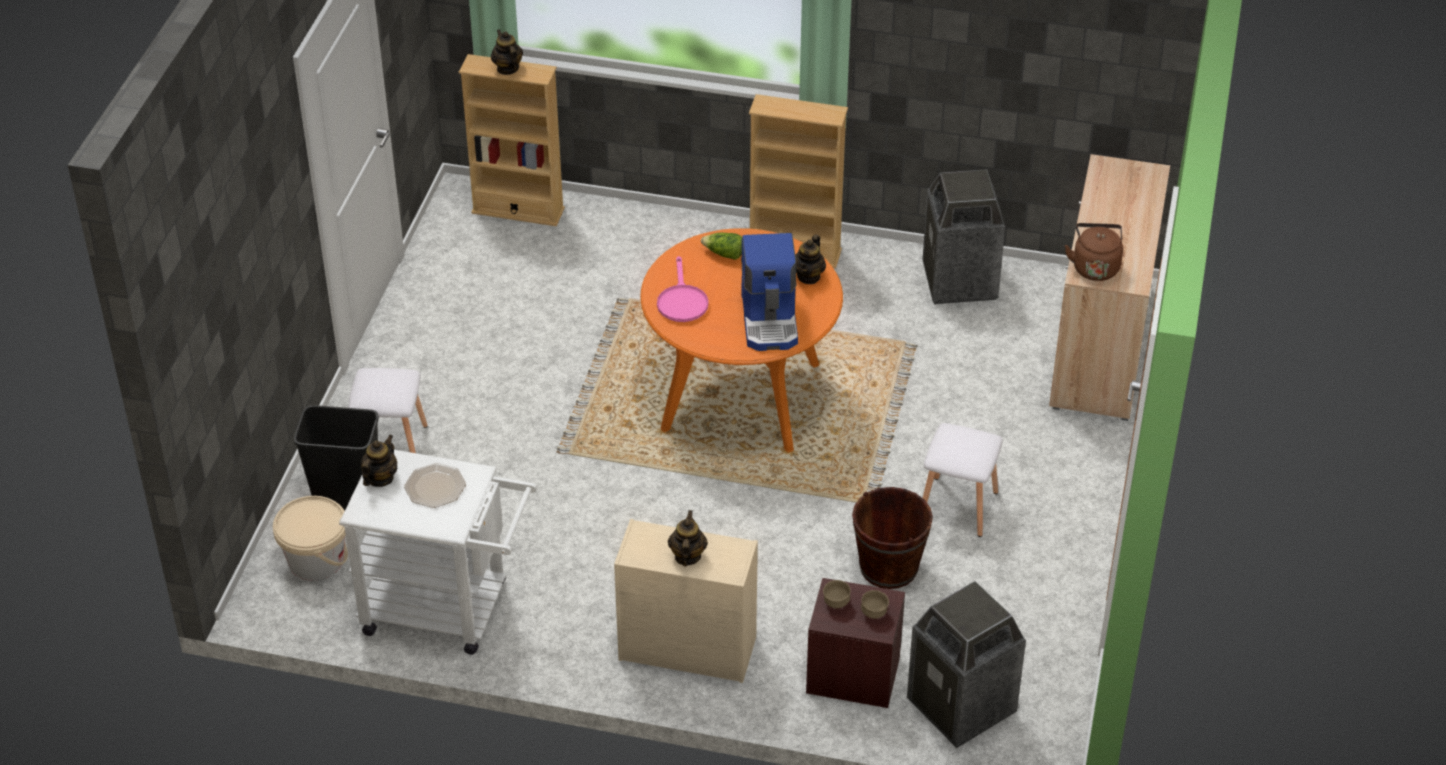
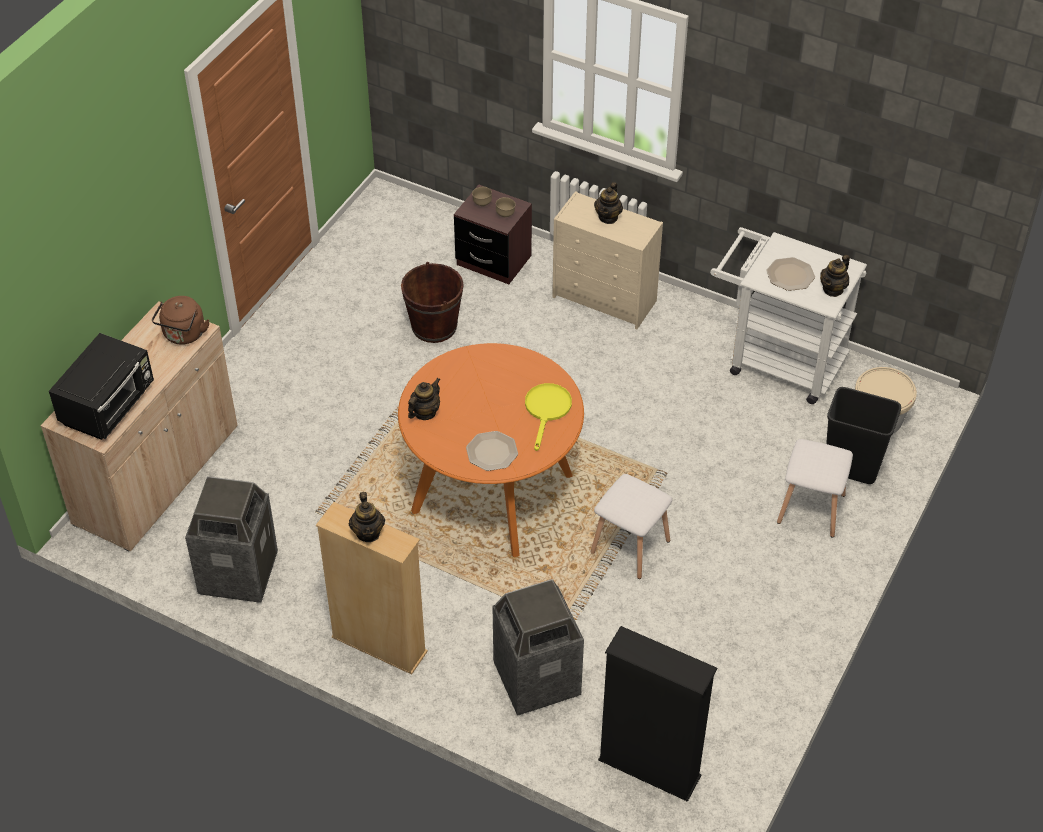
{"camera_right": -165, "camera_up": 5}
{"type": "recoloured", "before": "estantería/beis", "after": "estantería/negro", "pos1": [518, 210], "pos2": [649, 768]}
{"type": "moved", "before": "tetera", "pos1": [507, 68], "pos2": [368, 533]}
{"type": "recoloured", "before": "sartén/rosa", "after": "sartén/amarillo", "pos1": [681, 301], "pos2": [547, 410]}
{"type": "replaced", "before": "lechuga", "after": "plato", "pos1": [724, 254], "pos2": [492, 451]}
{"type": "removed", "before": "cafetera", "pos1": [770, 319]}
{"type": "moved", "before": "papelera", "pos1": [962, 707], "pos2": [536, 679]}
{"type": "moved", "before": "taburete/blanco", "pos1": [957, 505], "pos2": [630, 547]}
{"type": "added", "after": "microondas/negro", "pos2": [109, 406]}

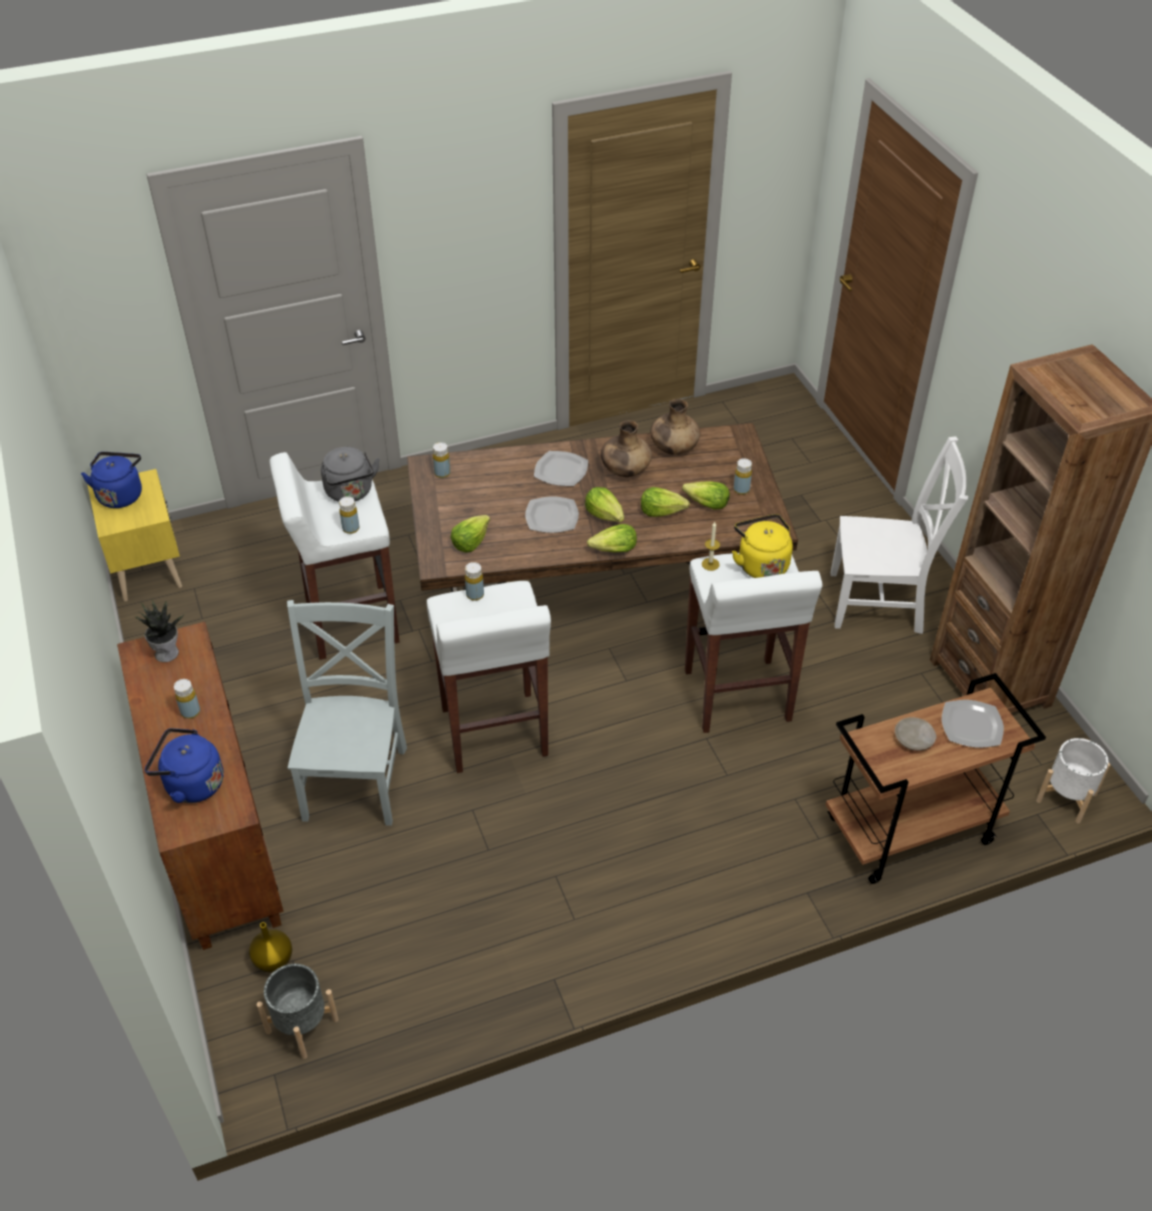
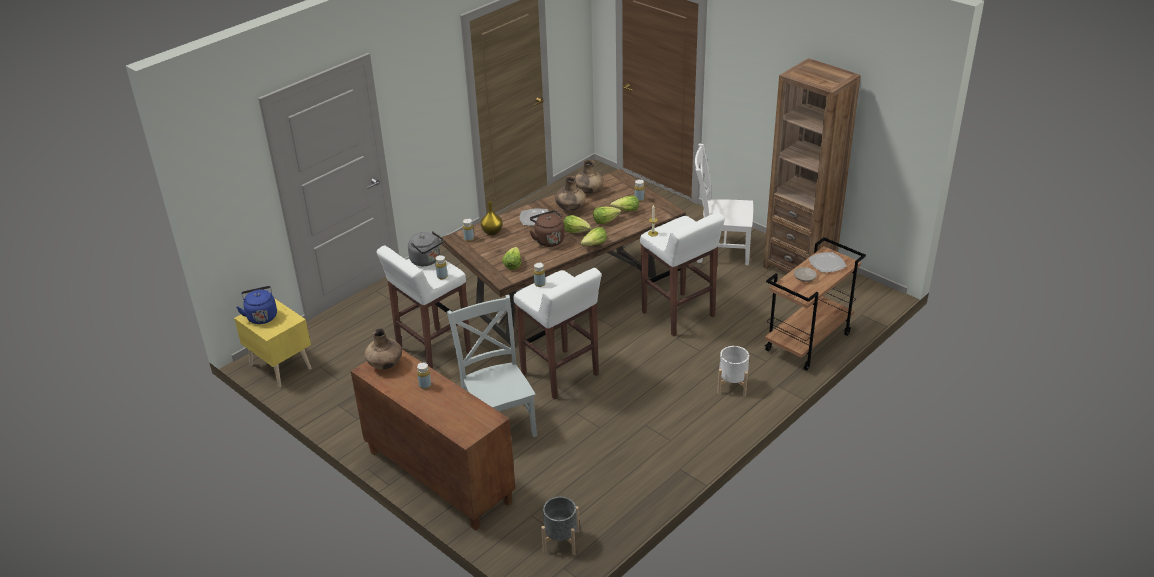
{"camera_right": -25, "camera_up": -10}
{"type": "replaced", "before": "planta en maceta", "after": "florero/marrón", "pos1": [167, 652], "pos2": [385, 364]}
{"type": "removed", "before": "hervidor/azul", "pos1": [191, 784]}
{"type": "moved", "before": "florero/amarillo", "pos1": [273, 961], "pos2": [492, 232]}
{"type": "replaced", "before": "plato", "after": "hervidor/marrón", "pos1": [552, 516], "pos2": [548, 240]}
{"type": "removed", "before": "hervidor/amarillo", "pos1": [761, 564]}
{"type": "turned", "before": "silla/blanco", "pos1": [881, 603], "pos2": [720, 250], "turn": -150}
{"type": "moved", "before": "maceta/blanco", "pos1": [1066, 797], "pos2": [732, 385]}

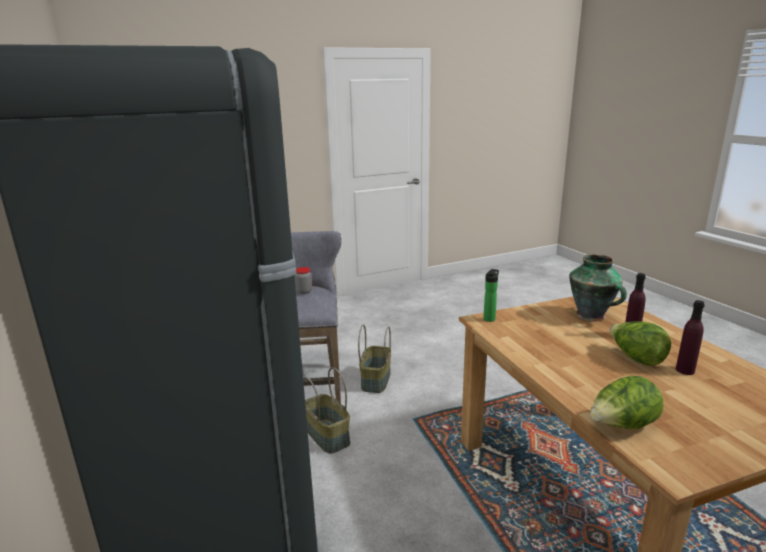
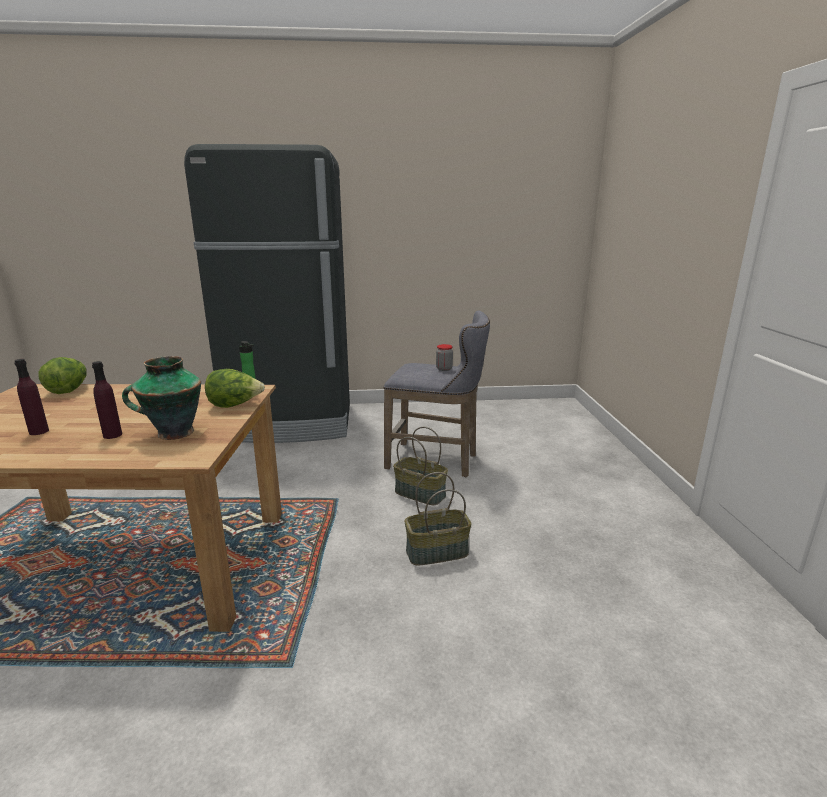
{"camera_right": 110, "camera_up": 0}
{"type": "moved", "before": "cesta", "pos1": [328, 436], "pos2": [437, 553]}
{"type": "moved", "before": "lechuga", "pos1": [636, 358], "pos2": [235, 405]}

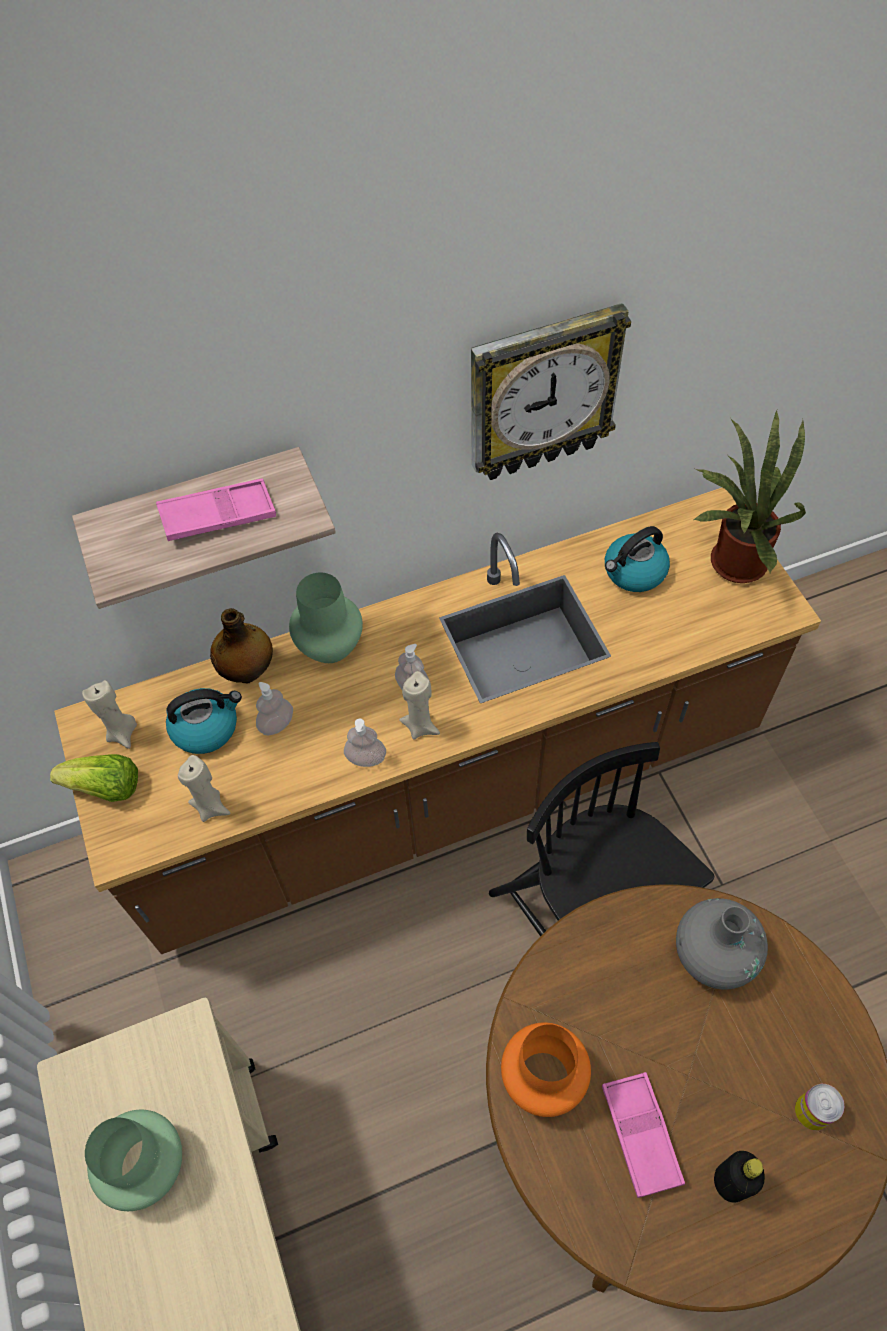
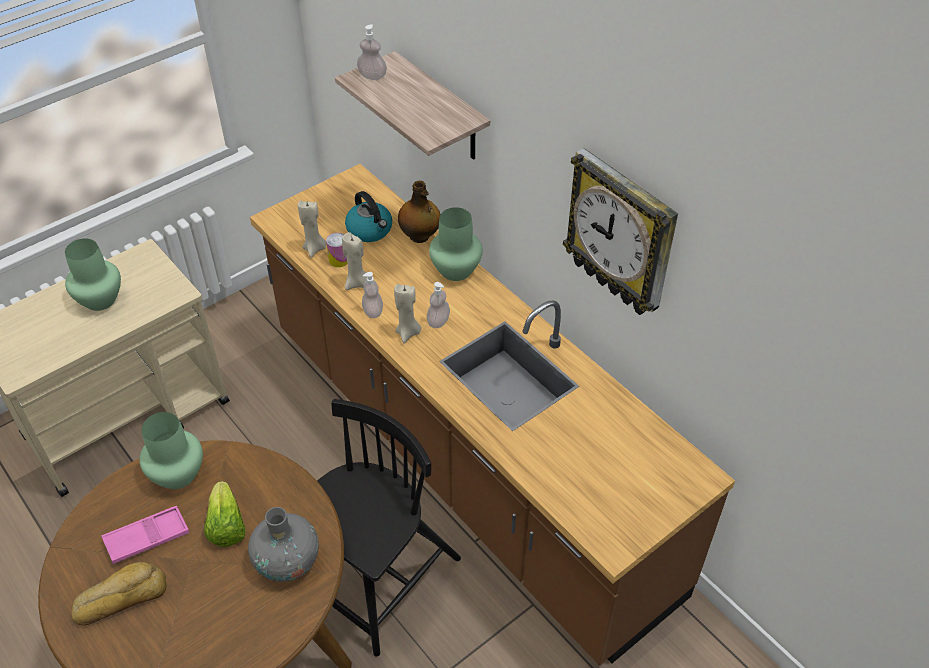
{"camera_right": 70, "camera_up": -10}
{"type": "moved", "before": "lechuga", "pos1": [105, 787], "pos2": [226, 525]}
{"type": "moved", "before": "vela/beis", "pos1": [123, 733], "pos2": [357, 283]}
{"type": "removed", "before": "bandeja/rosa", "pos1": [218, 516]}
{"type": "moved", "before": "dispensador de jabón", "pos1": [277, 724], "pos2": [372, 76]}
{"type": "recoloured", "before": "florero/naranja", "after": "florero/verde", "pos1": [544, 1077], "pos2": [178, 475]}
{"type": "removed", "before": "hervidor", "pos1": [634, 572]}
{"type": "removed", "before": "planta en maceta", "pos1": [731, 561]}
{"type": "replaced", "before": "botella/negro", "after": "pan", "pos1": [729, 1182], "pos2": [120, 597]}
{"type": "moved", "before": "lata", "pos1": [812, 1111], "pos2": [339, 260]}

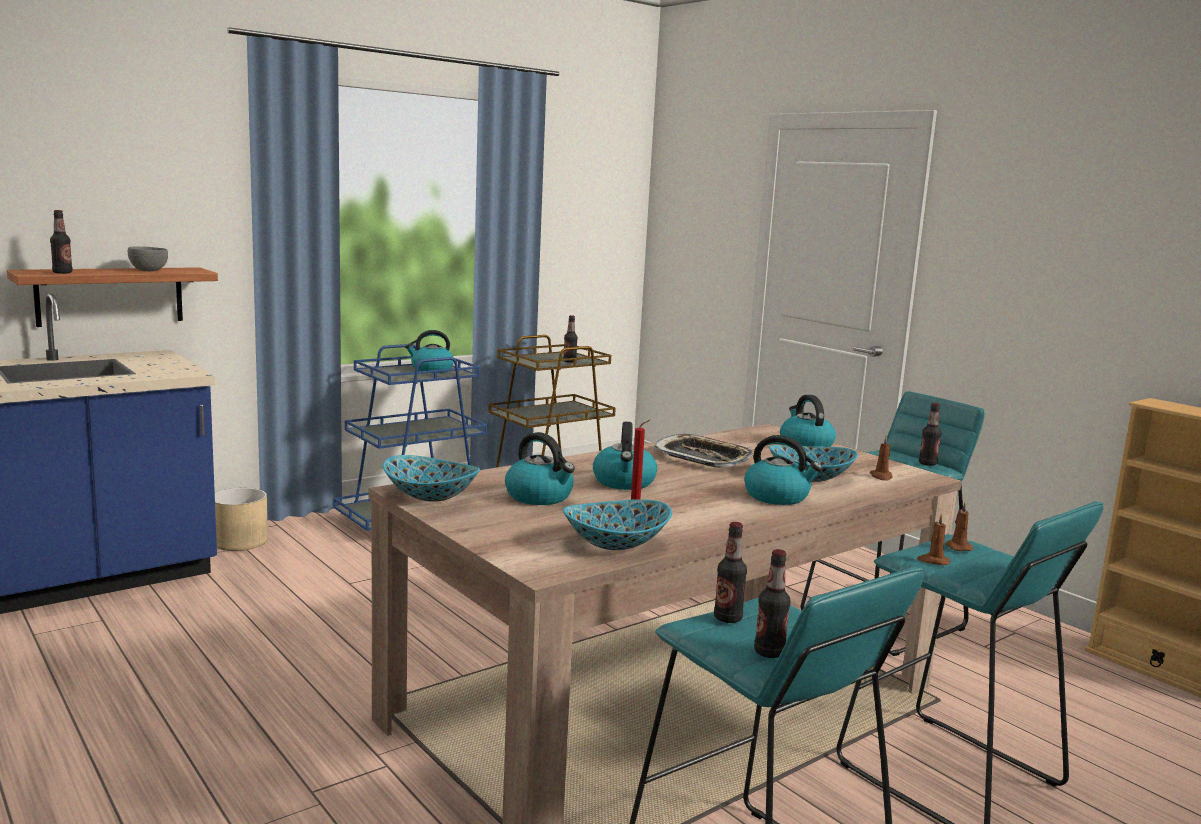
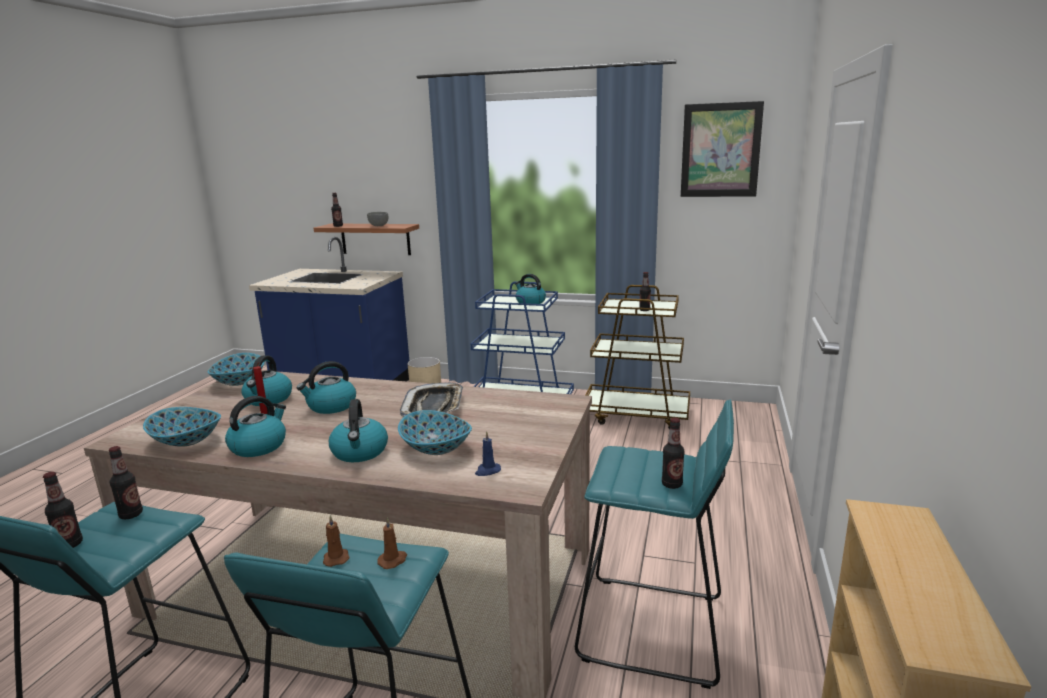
{"camera_right": 55, "camera_up": 5}
{"type": "moved", "before": "hervidor", "pos1": [805, 445], "pos2": [259, 446]}
{"type": "recoloured", "before": "vela/marrón", "after": "vela/azul", "pos1": [881, 477], "pos2": [487, 471]}
{"type": "added", "after": "cuadro", "pos2": [720, 150]}

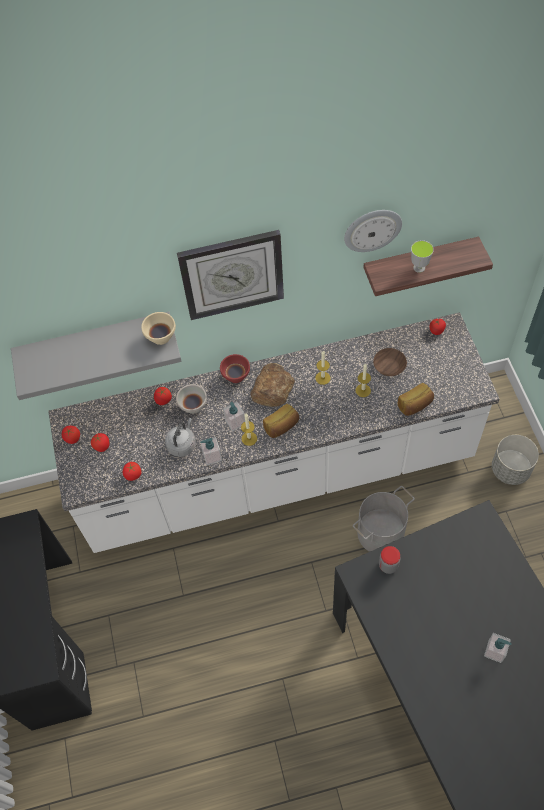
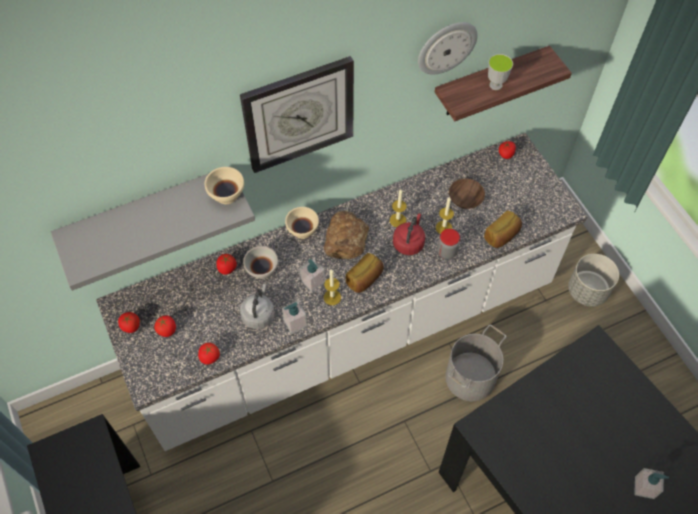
{"camera_right": -15, "camera_up": 0}
{"type": "recoloured", "before": "cuenco/rojo", "after": "cuenco/beis", "pos1": [236, 376], "pos2": [303, 231]}
{"type": "moved", "before": "tarro", "pos1": [388, 565], "pos2": [447, 252]}
{"type": "added", "after": "hervidor/rojo", "pos2": [409, 242]}

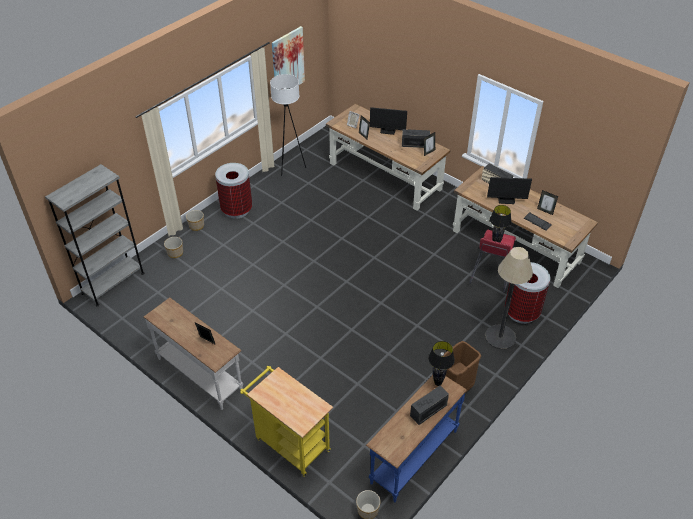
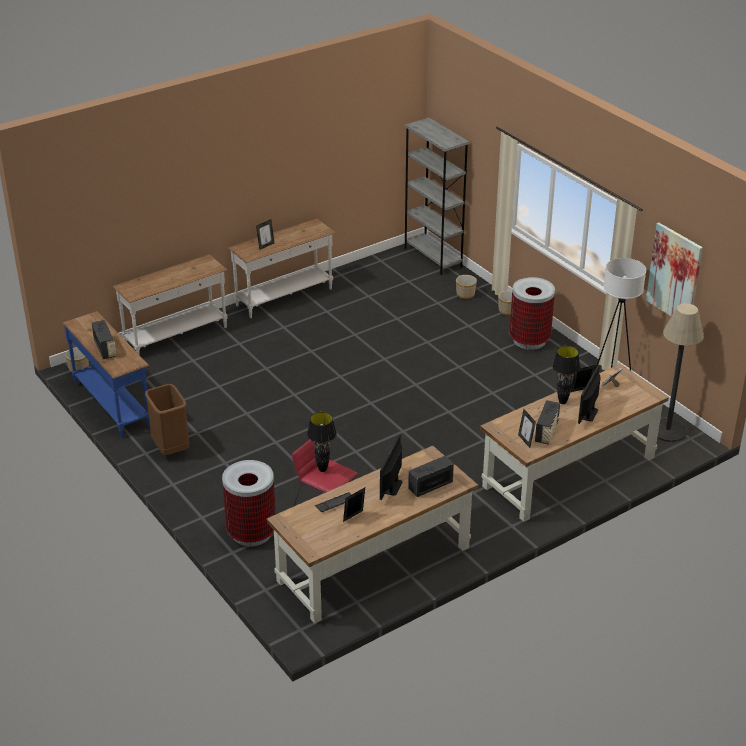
{"camera_right": 105, "camera_up": -10}
{"type": "replaced", "before": "carrito/amarillo", "after": "mesa consola/blanco", "pos1": [289, 442], "pos2": [176, 337]}
{"type": "moved", "before": "lámpara de mesa/negro", "pos1": [438, 383], "pos2": [562, 402]}
{"type": "moved", "before": "lámpara de pie", "pos1": [500, 337], "pos2": [668, 430]}

